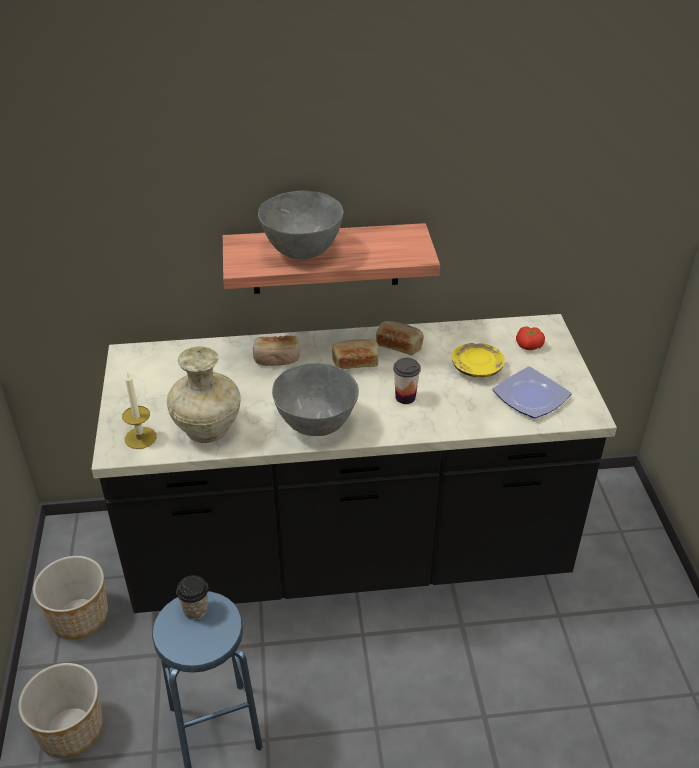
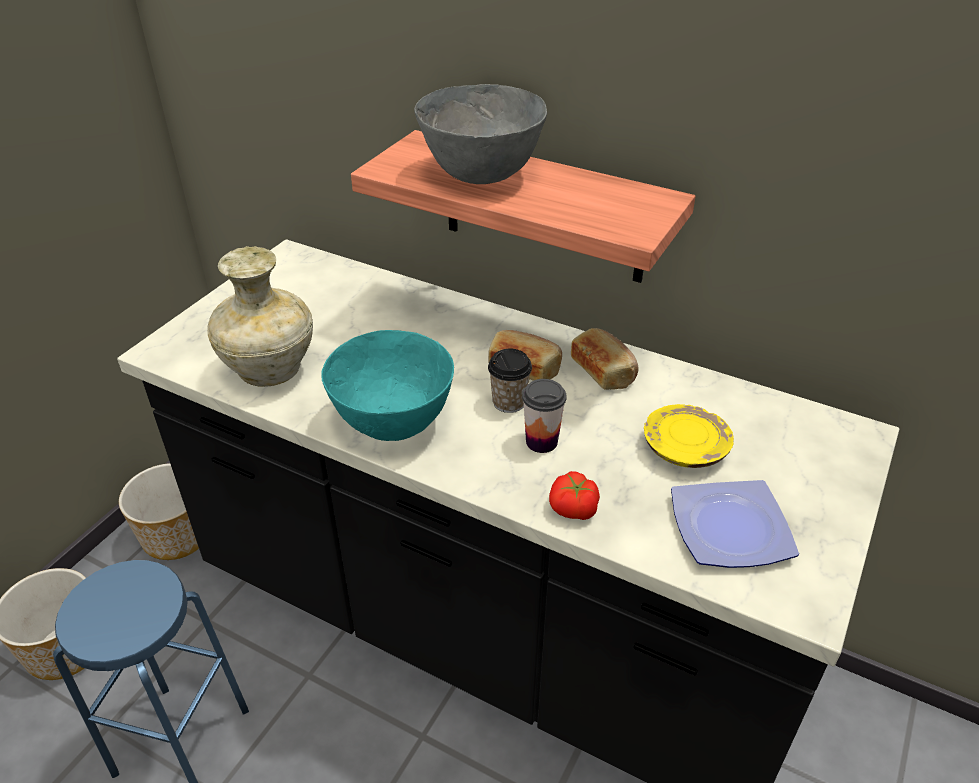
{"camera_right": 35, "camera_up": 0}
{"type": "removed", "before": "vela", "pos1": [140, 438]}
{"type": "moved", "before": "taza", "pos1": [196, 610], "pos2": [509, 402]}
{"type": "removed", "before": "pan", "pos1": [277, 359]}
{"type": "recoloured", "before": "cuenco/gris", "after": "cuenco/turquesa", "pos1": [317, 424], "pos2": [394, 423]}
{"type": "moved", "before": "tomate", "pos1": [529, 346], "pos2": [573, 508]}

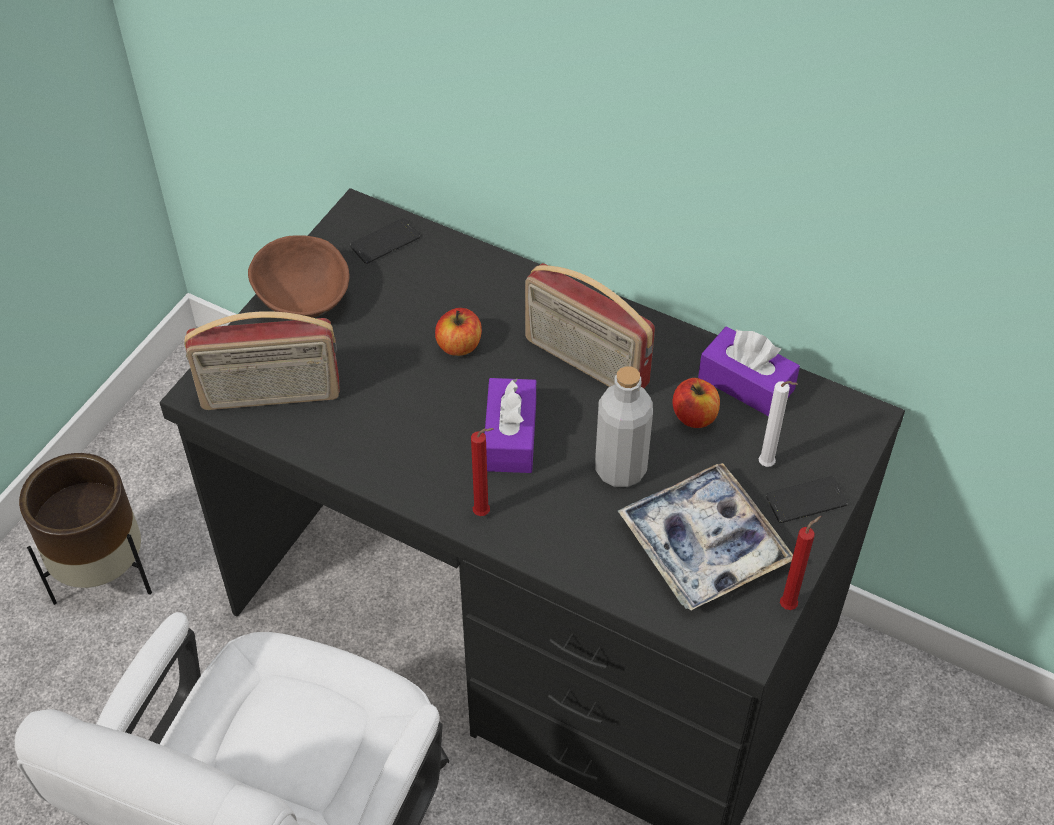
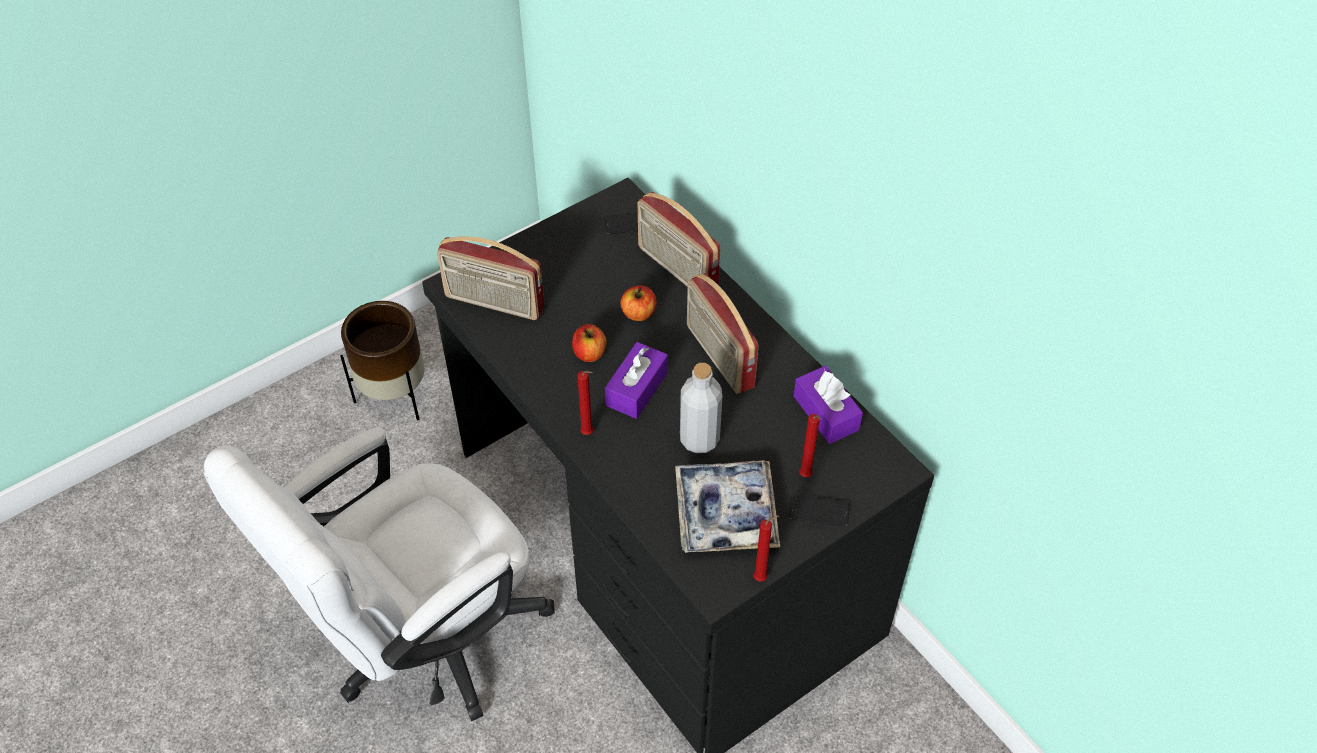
{"camera_right": 25, "camera_up": 0}
{"type": "removed", "before": "cuenco/marrón", "pos1": [303, 300]}
{"type": "moved", "before": "manzana", "pos1": [694, 416], "pos2": [589, 353]}
{"type": "recoloured", "before": "vela/blanco", "after": "vela/rojo", "pos1": [768, 465], "pos2": [806, 476]}
{"type": "added", "after": "radio", "pos2": [676, 269]}

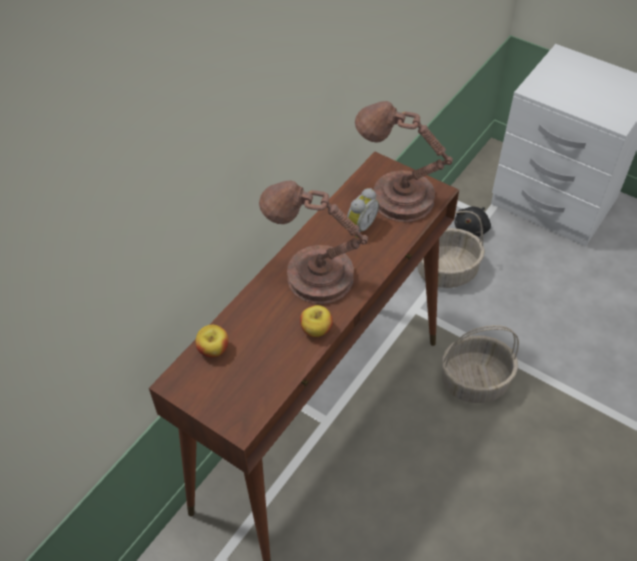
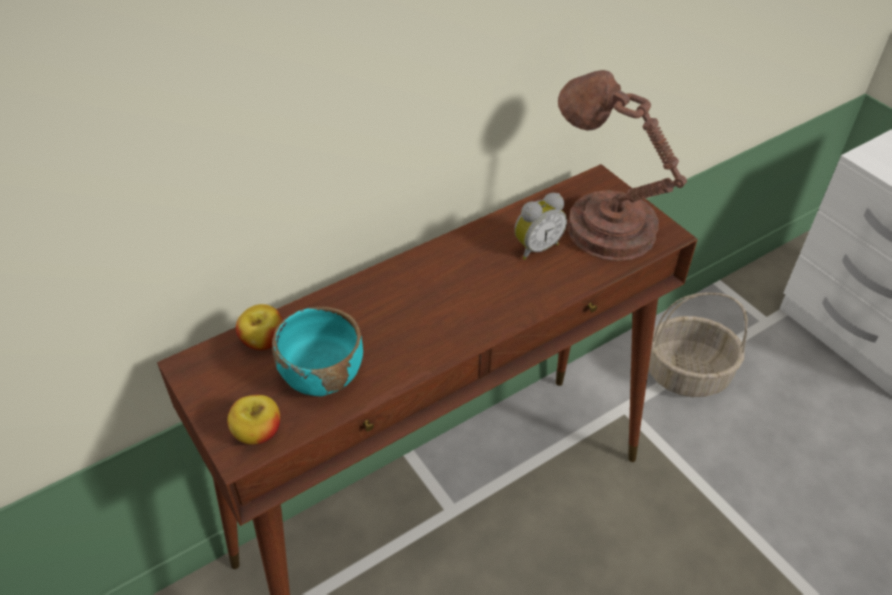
{"camera_right": 20, "camera_up": -5}
{"type": "removed", "before": "lámpara de mesa/marrón", "pos1": [314, 277]}
{"type": "moved", "before": "manzana", "pos1": [316, 330], "pos2": [257, 433]}
{"type": "removed", "before": "cesta", "pos1": [475, 381]}
{"type": "removed", "before": "peluche/negro", "pos1": [472, 228]}
{"type": "added", "after": "cuenco/turquesa", "pos2": [322, 375]}

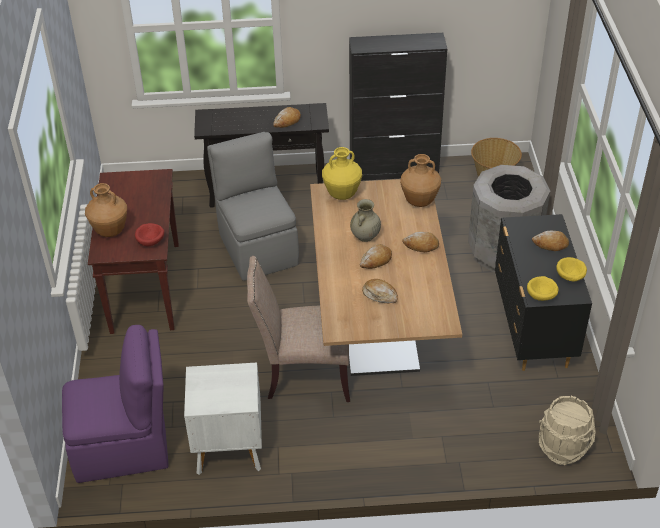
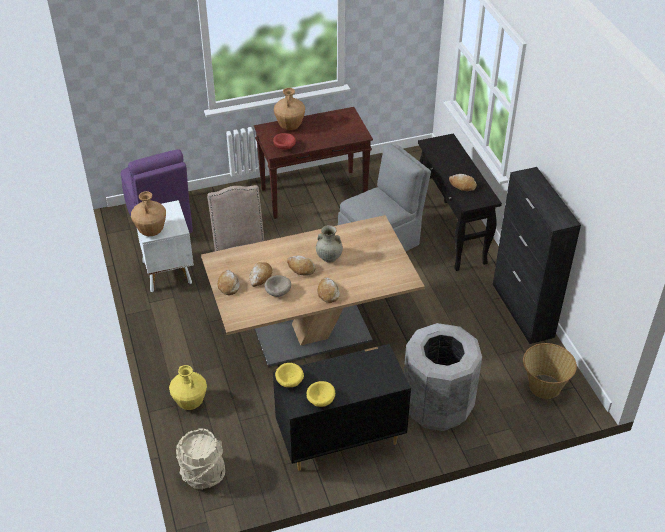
{"camera_right": 75, "camera_up": 0}
{"type": "moved", "before": "florero/amarillo", "pos1": [342, 194], "pos2": [190, 402]}
{"type": "moved", "before": "florero/marrón", "pos1": [419, 201], "pos2": [151, 231]}
{"type": "moved", "before": "pan", "pos1": [550, 244], "pos2": [228, 285]}
{"type": "added", "after": "cuenco/beis", "pos2": [277, 292]}

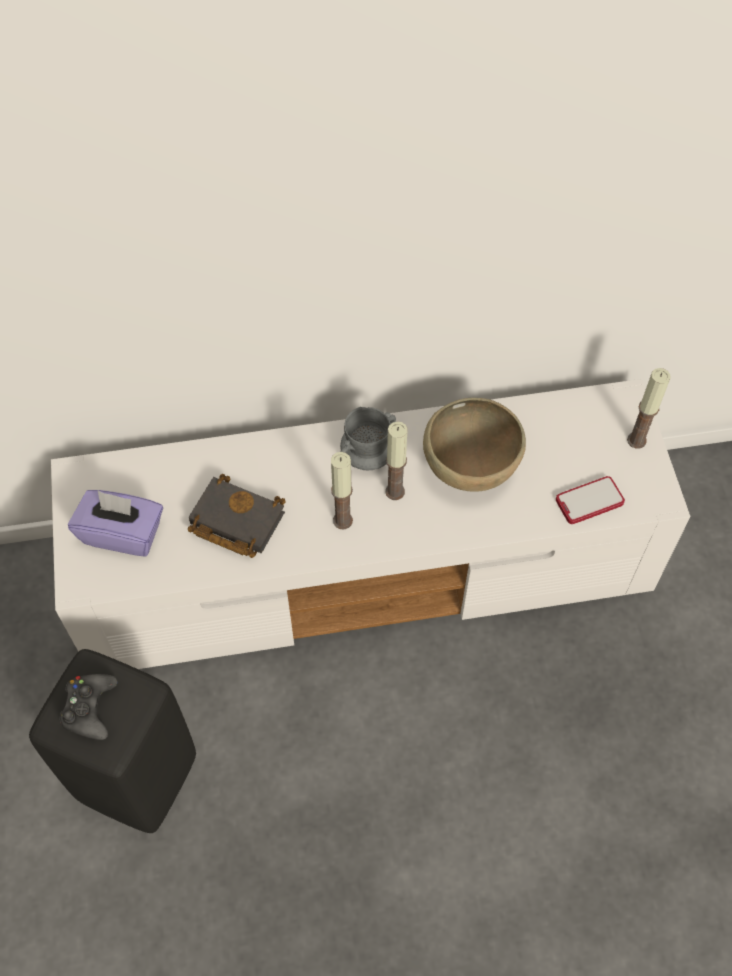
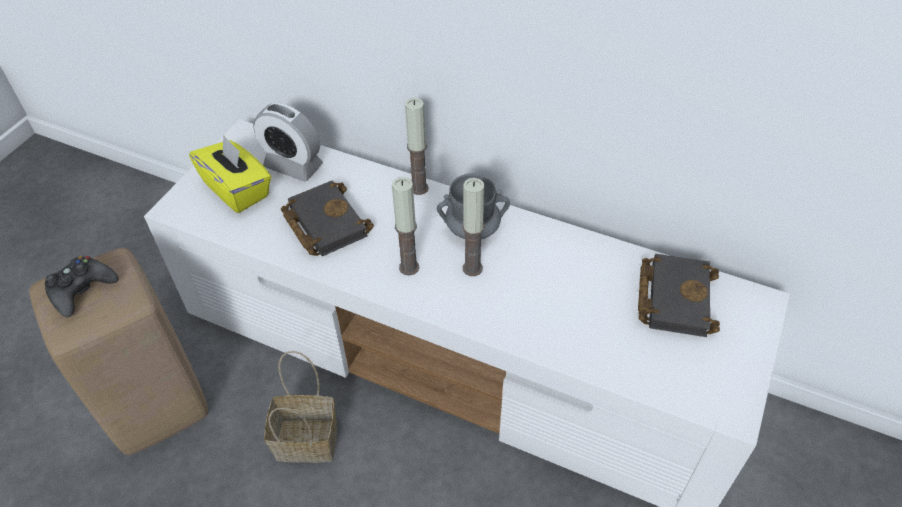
{"camera_right": 35, "camera_up": -10}
{"type": "recoloured", "before": "taburete/negro", "after": "taburete/beis", "pos1": [137, 774], "pos2": [158, 404]}
{"type": "recoloured", "before": "caja de pañuelos/morado", "after": "caja de pañuelos/amarillo", "pos1": [123, 533], "pos2": [238, 190]}
{"type": "removed", "before": "cuenco/marrón", "pos1": [470, 470]}
{"type": "removed", "before": "móvil", "pos1": [589, 501]}
{"type": "moved", "before": "vela", "pos1": [636, 440], "pos2": [419, 188]}
{"type": "added", "after": "despertador", "pos2": [293, 166]}
{"type": "added", "after": "cesta", "pos2": [309, 439]}
{"type": "added", "after": "libro/negro", "pos2": [673, 297]}

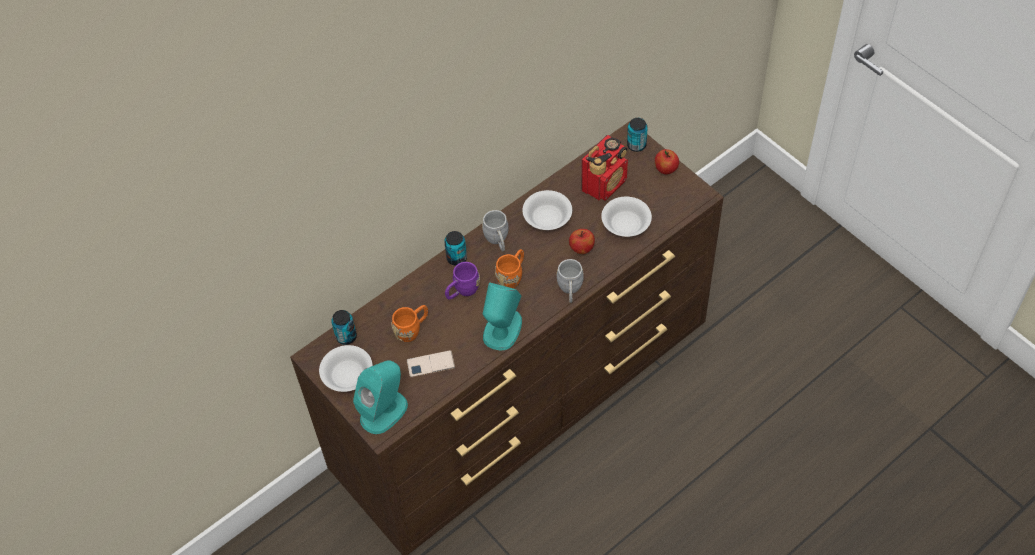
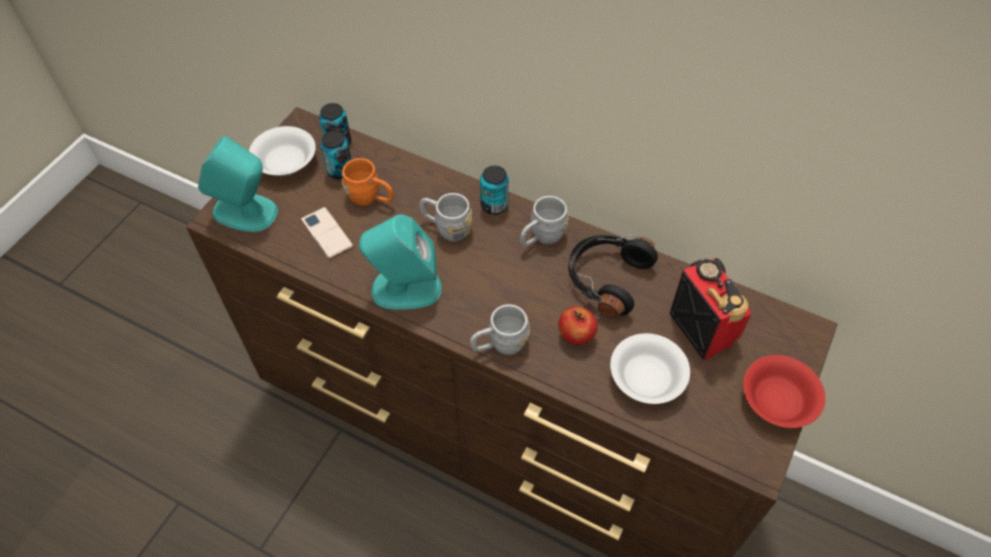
{"camera_right": 65, "camera_up": 0}
{"type": "recoloured", "before": "taza grande/morado", "after": "taza grande/gris", "pos1": [462, 291], "pos2": [446, 228]}
{"type": "removed", "before": "taza grande/naranja", "pos1": [512, 276]}
{"type": "replaced", "before": "cuenco/blanco", "after": "auriculares/negro", "pos1": [546, 218], "pos2": [606, 278]}
{"type": "turned", "before": "radio", "pos1": [604, 184], "pos2": [702, 328], "turn": -135}
{"type": "moved", "before": "lata", "pos1": [636, 145], "pos2": [340, 170]}
{"type": "replaced", "before": "manzana", "after": "cuenco/rojo", "pos1": [666, 169], "pos2": [777, 399]}

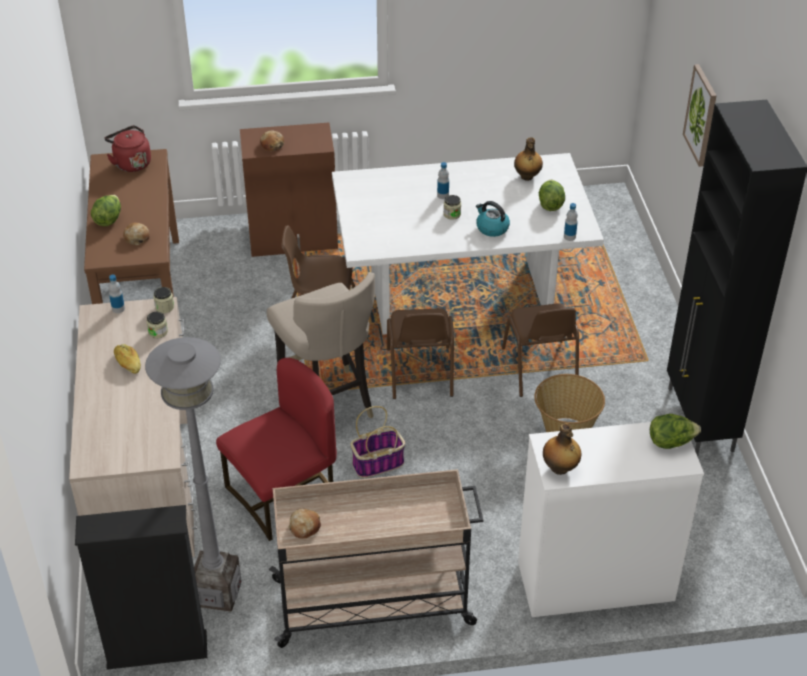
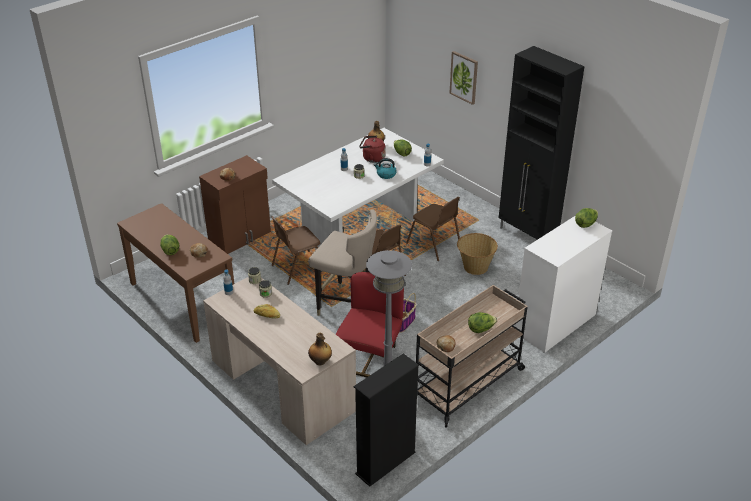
{"camera_right": -35, "camera_up": -5}
{"type": "moved", "before": "hervidor/rojo", "pos1": [131, 163], "pos2": [372, 158]}
{"type": "moved", "before": "botella", "pos1": [560, 468], "pos2": [320, 362]}
{"type": "added", "after": "lechuga", "pos2": [481, 329]}

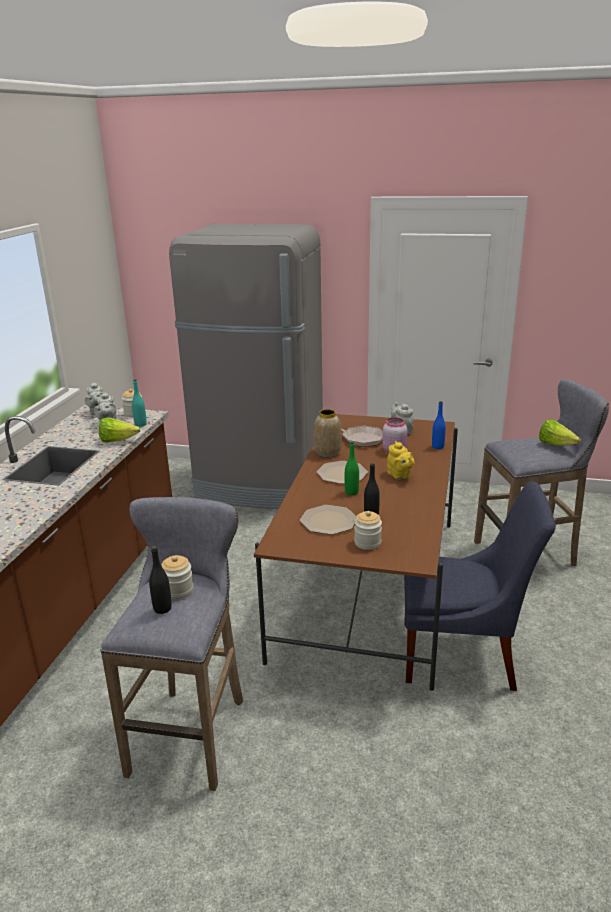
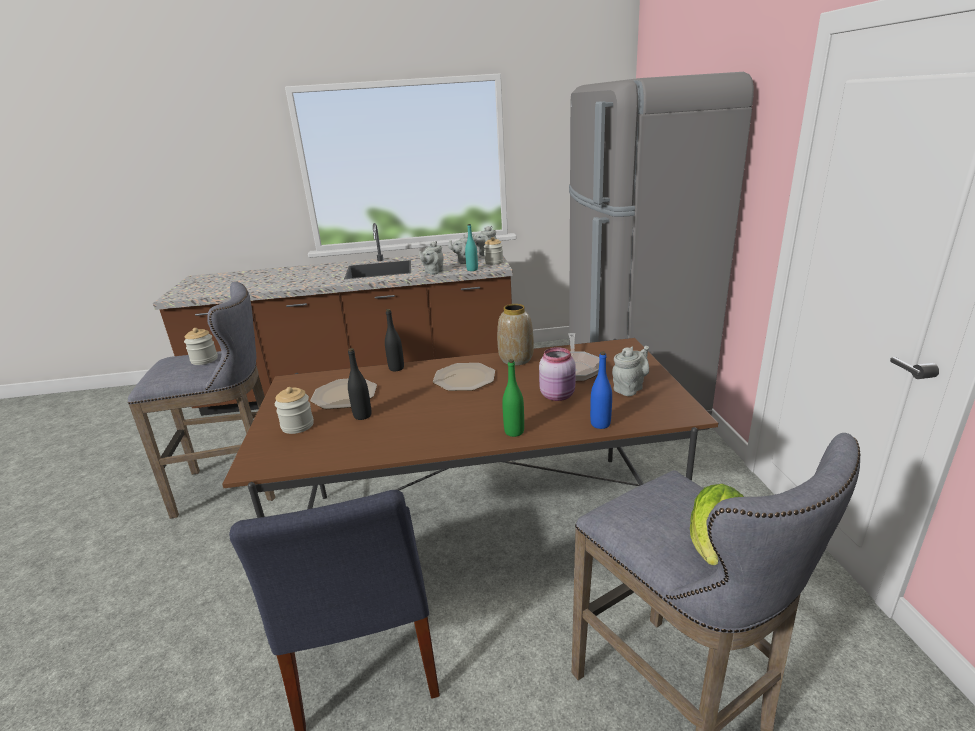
{"camera_right": 70, "camera_up": 0}
{"type": "replaced", "before": "lechuga", "after": "tetera/gris", "pos1": [118, 441], "pos2": [433, 272]}
{"type": "moved", "before": "botella/negro", "pos1": [162, 608], "pos2": [396, 368]}
{"type": "moved", "before": "botella/verde", "pos1": [351, 492], "pos2": [514, 432]}
{"type": "removed", "before": "tetera/amarillo", "pos1": [399, 476]}

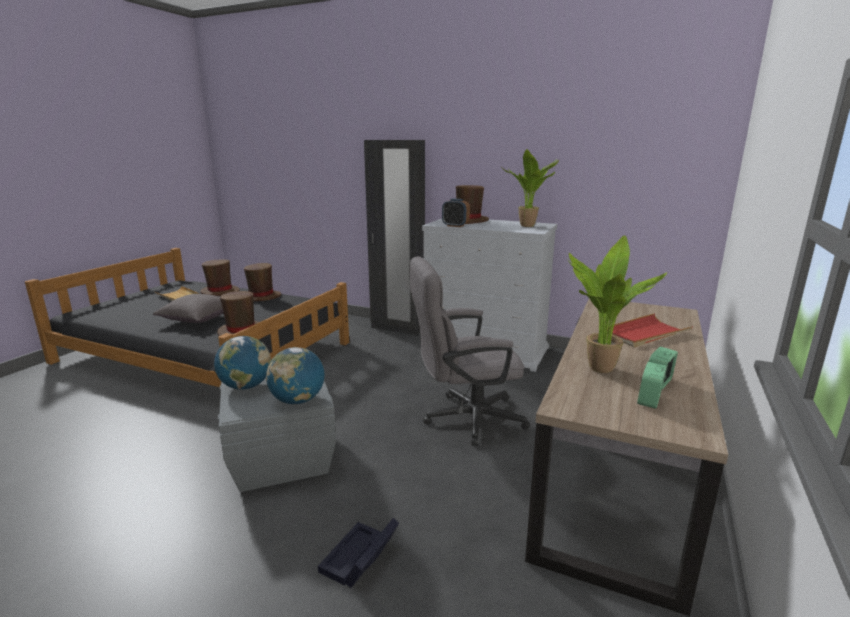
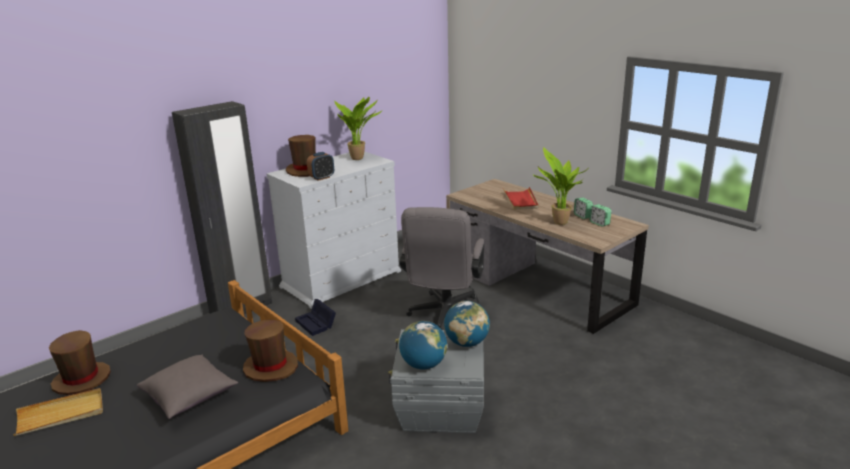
{"camera_right": -65, "camera_up": 5}
{"type": "removed", "before": "sombrero/marrón", "pos1": [261, 297]}
{"type": "moved", "before": "caja de almacenaje/negro", "pos1": [359, 560], "pos2": [317, 324]}

